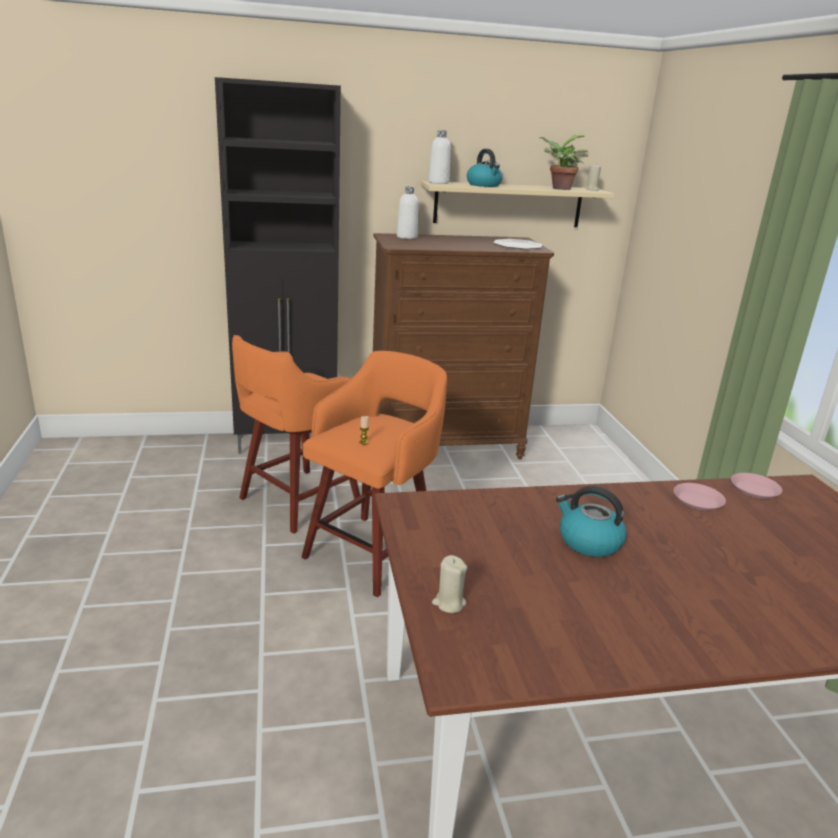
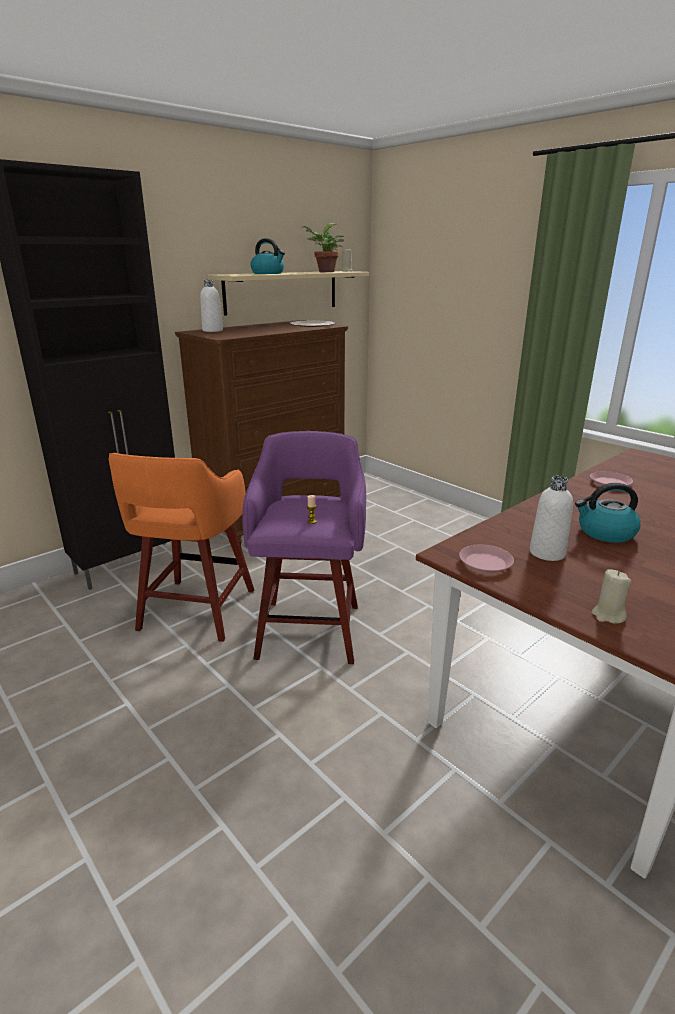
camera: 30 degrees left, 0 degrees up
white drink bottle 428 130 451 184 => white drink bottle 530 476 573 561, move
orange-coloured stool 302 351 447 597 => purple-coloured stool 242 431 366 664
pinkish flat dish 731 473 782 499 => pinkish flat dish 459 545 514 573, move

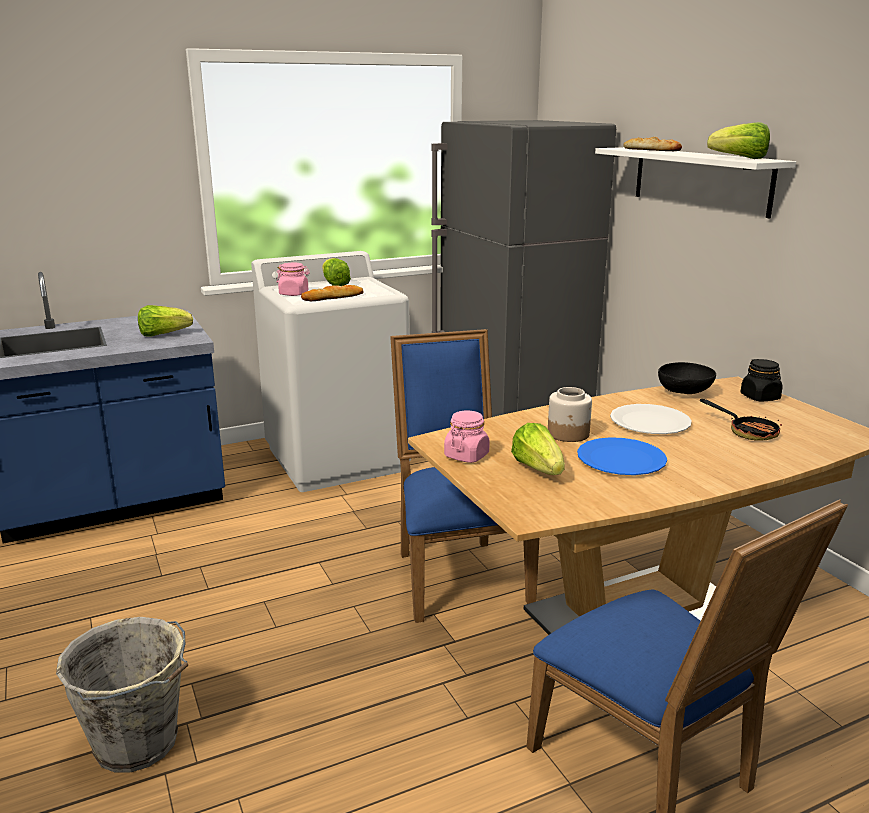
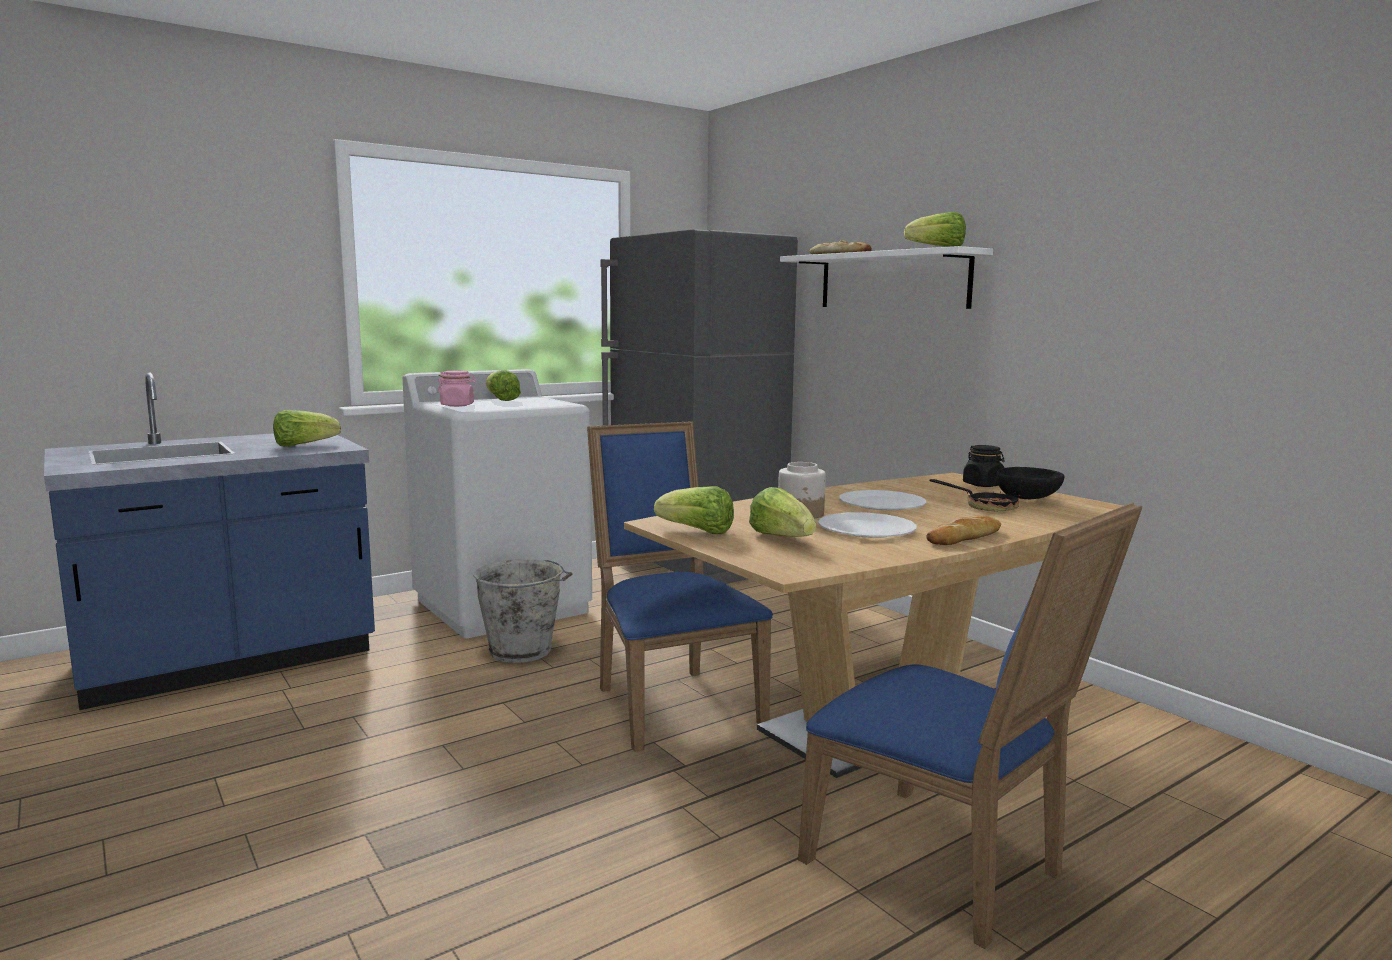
camera: 10 degrees left, 10 degrees down
bread 301 285 364 301 => bread 926 515 1001 545, move
blackish bowl 658 362 716 394 => blackish bowl 997 467 1064 499, move
pinkish jar 444 410 490 463 => head of lettuce 654 486 734 534
blue-coloured flat dish 577 437 667 475 => white flat dish 818 512 916 538
gray bucket 56 617 188 772 => gray bucket 473 559 572 663, move

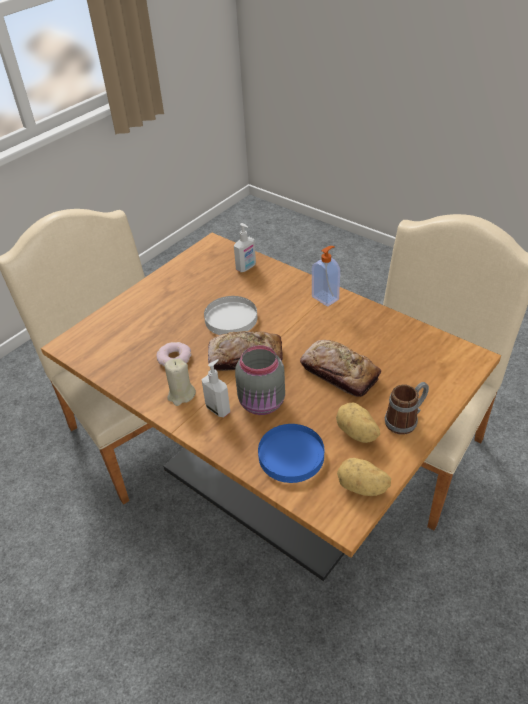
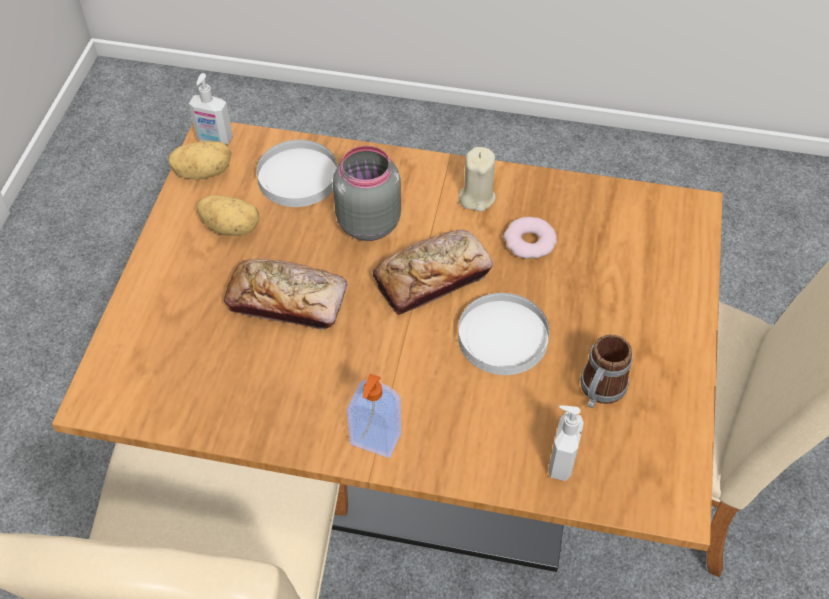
camera: 150 degrees right, 10 degrees up
liquid soap bottle 201 359 230 417 => liquid soap bottle 189 73 233 145, move
mug 385 382 429 435 => mug 580 334 633 408, move
blue-coloured flat dish 258 424 324 483 => white flat dish 256 140 337 207

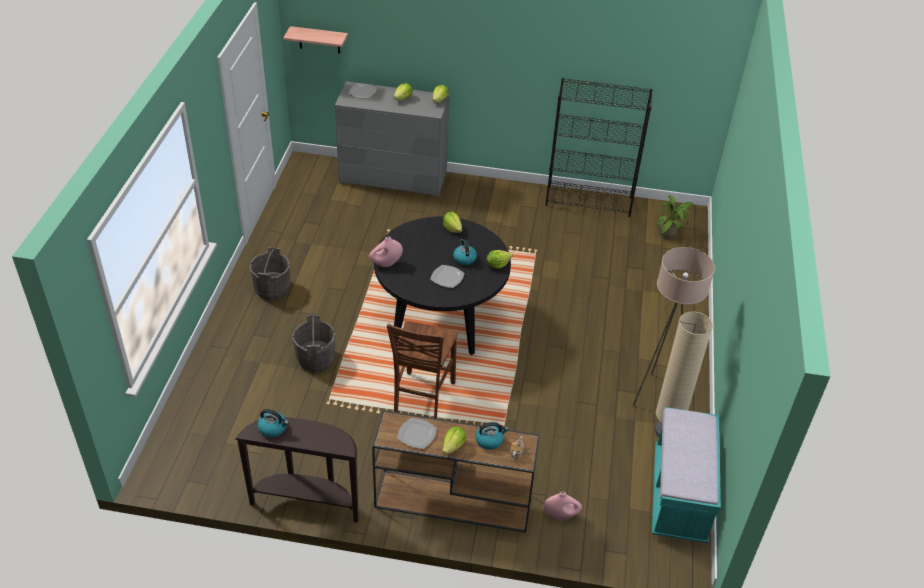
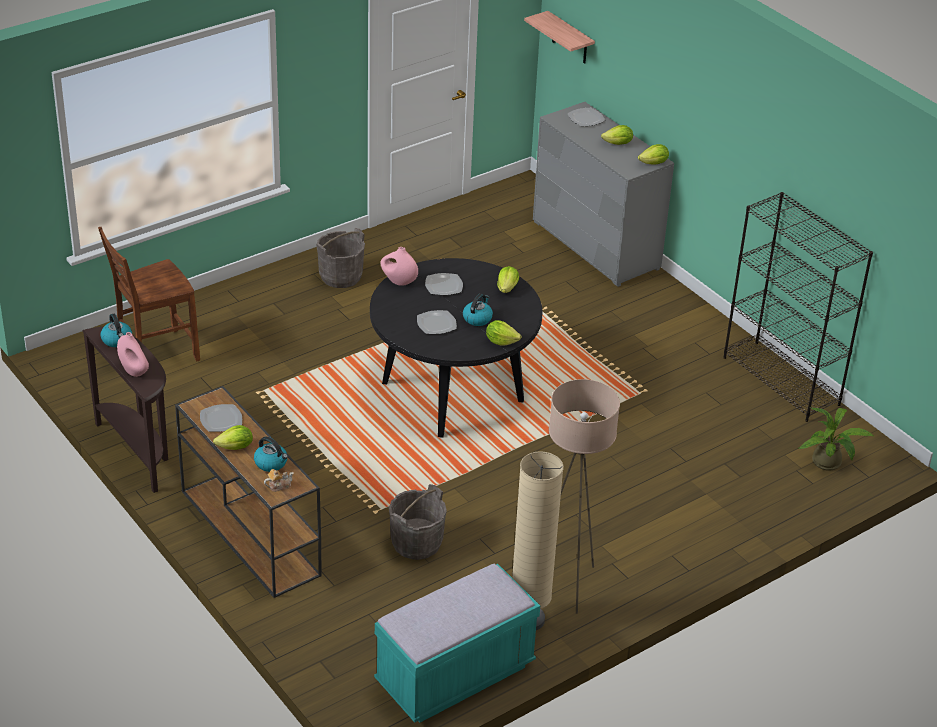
camera: 45 degrees right, 5 degrees down
gray bucket 292 315 336 372 => gray bucket 389 484 447 560, move
brownish upright chair 387 321 458 418 => brownish upright chair 98 227 200 362, move
pinkish vase 544 492 582 521 => pinkish vase 117 332 149 377, move
nothing => flat dish 425 273 463 295

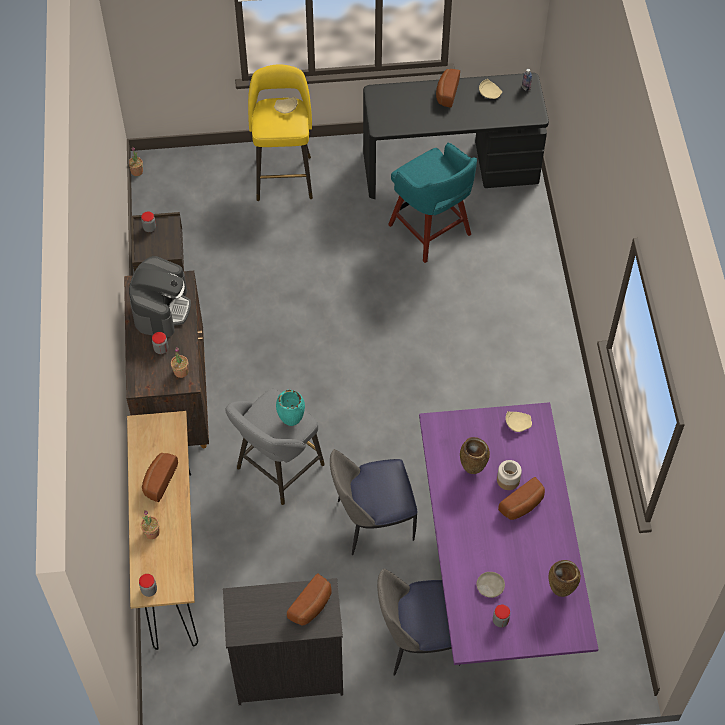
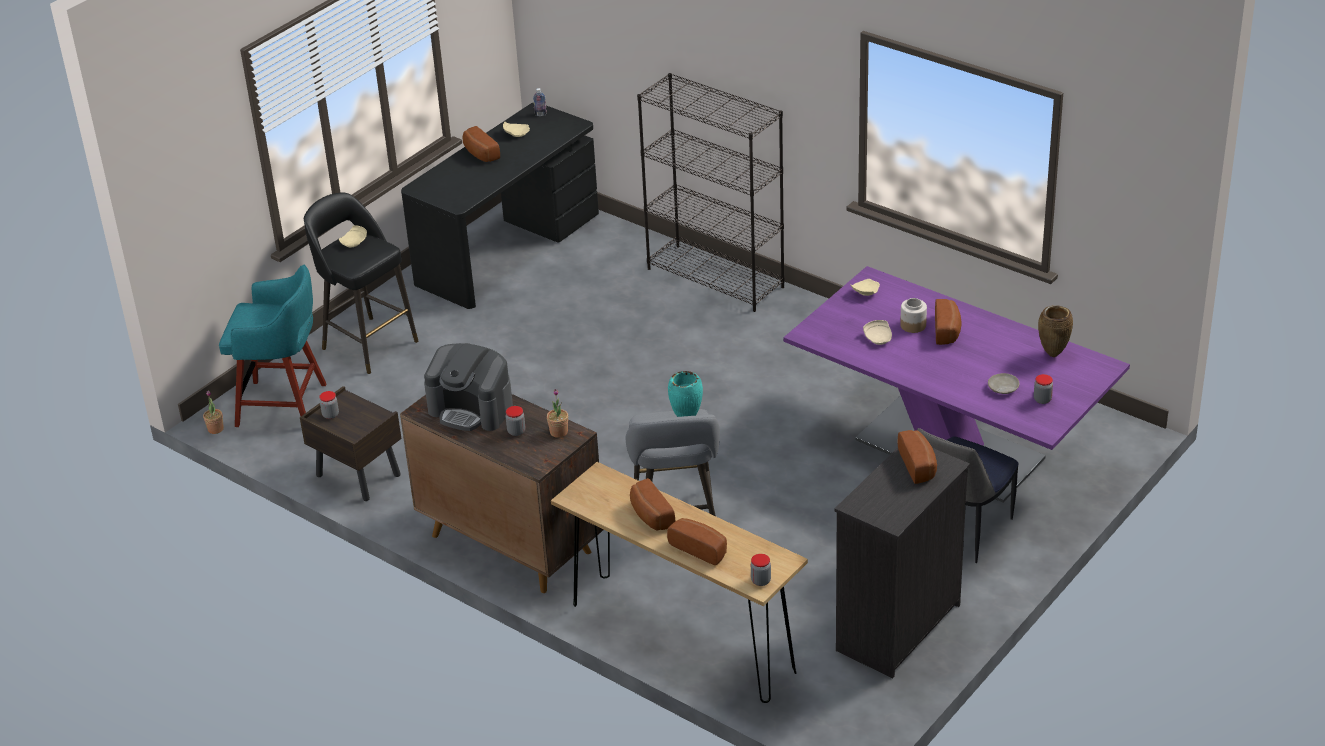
camera: 45 degrees left, 20 degrees down
yellow stool 248 64 313 201 => blackish stool 304 193 418 374
blue-green stool 388 143 477 263 => blue-green stool 219 265 326 427, move
coffee machine 129 256 191 337 => coffee machine 424 343 513 431, 150 degrees clockwise
brownish vase 460 437 490 474 => beige flat dish 863 320 892 345
upright chair 330 449 418 555 => nothing
potted plant 141 510 160 539 => bread 667 518 727 565
nothing => blackish shelving unit 637 73 785 312

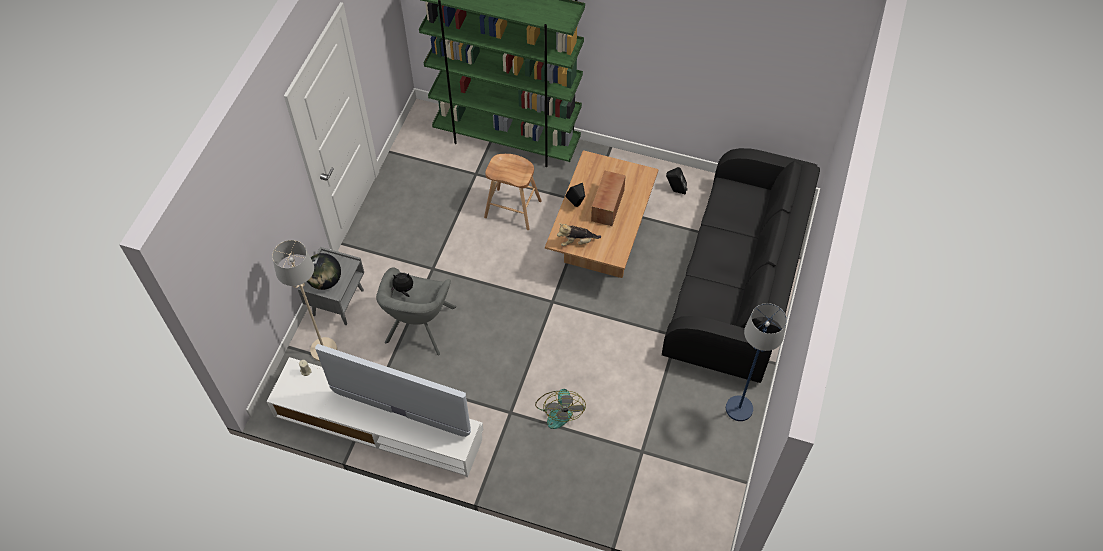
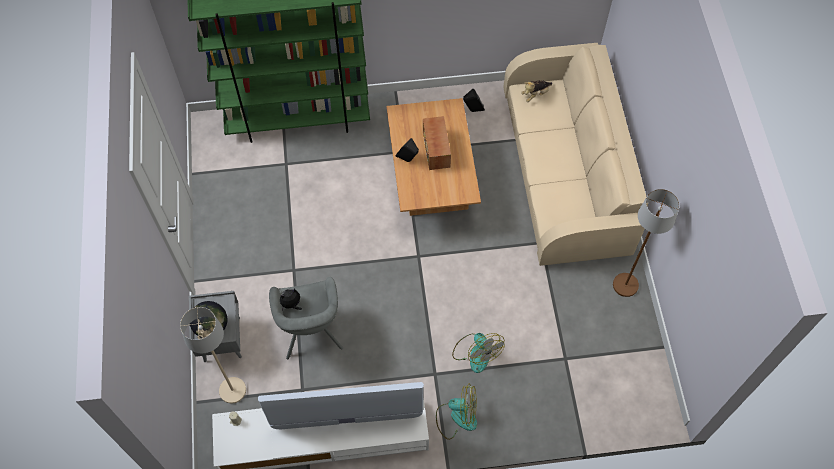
camera: 25 degrees left, 5 degrees up
blackish sofa 662 148 820 383 => beige sofa 503 43 648 266
brownish stool 484 154 542 230 => nothing
soft toy 557 223 601 246 => soft toy 521 80 552 102, move
blue-coloured standard lamp 726 303 787 421 => brownish standard lamp 613 189 680 297
nothing => electric fan 436 385 477 440

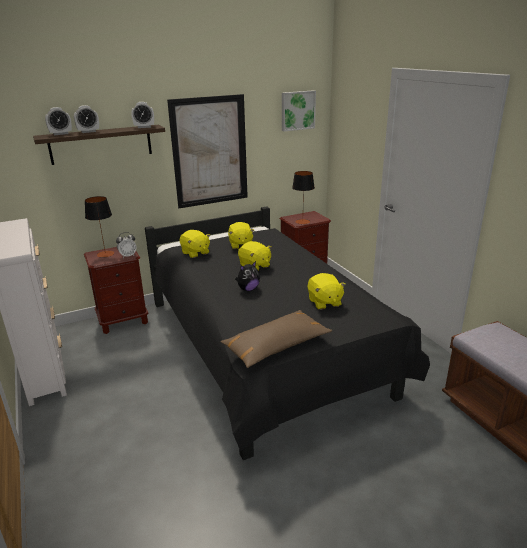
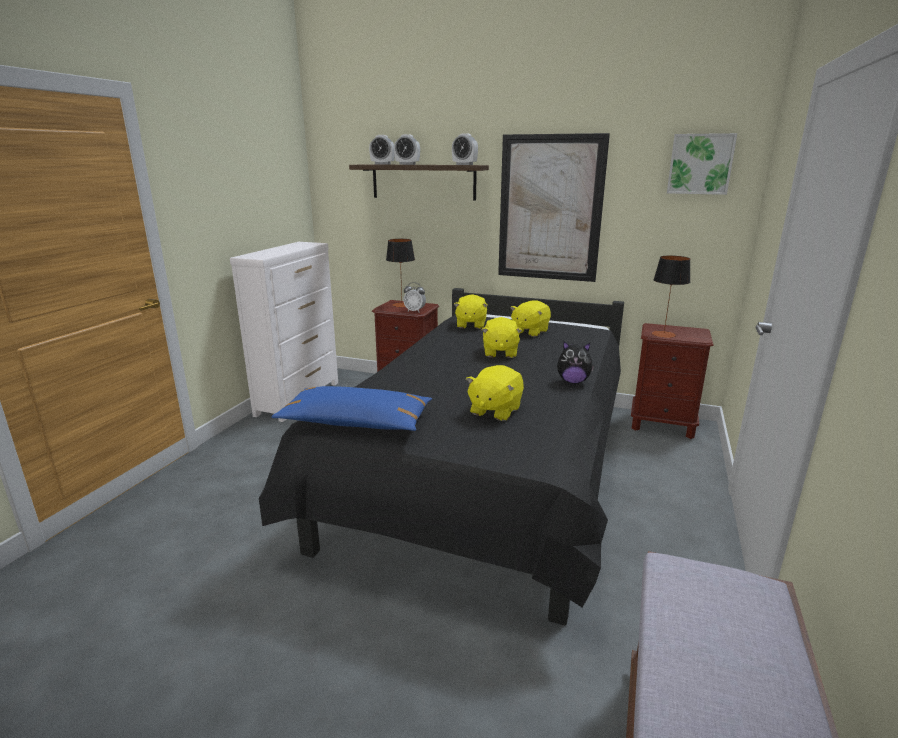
camera: 45 degrees right, 5 degrees down
soft toy 235 261 260 291 => soft toy 557 342 594 384, move
brownish throw pillow 221 310 332 368 => blue-coloured throw pillow 272 386 432 431

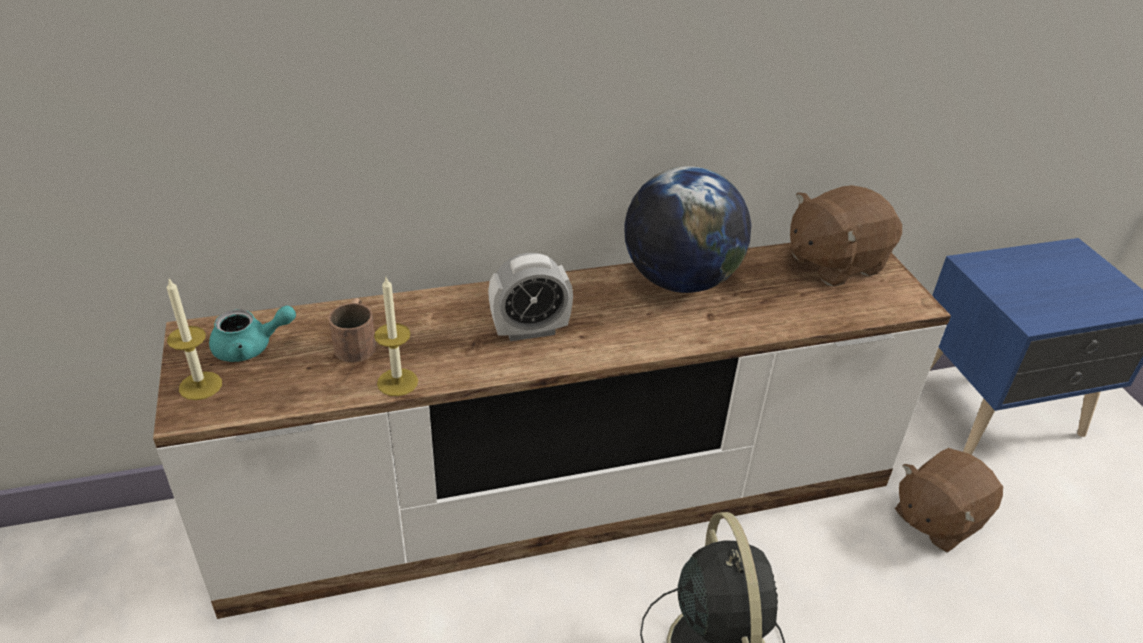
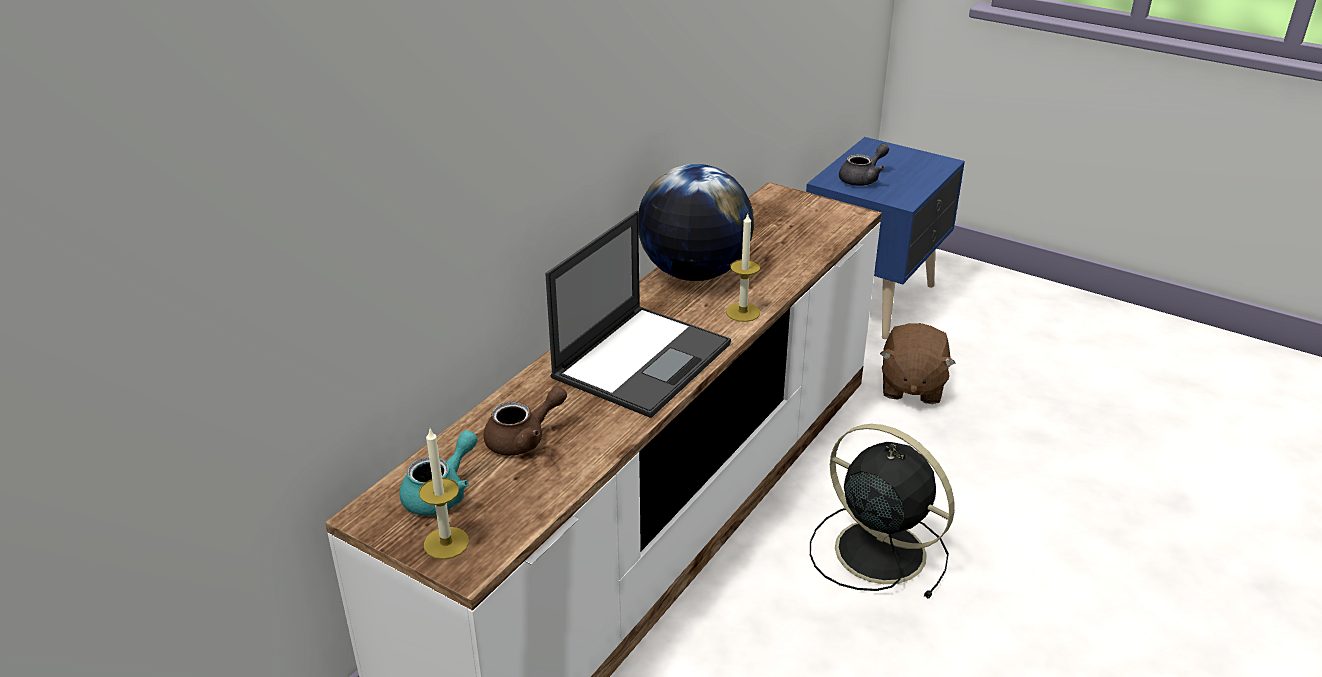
camera: 40 degrees left, 5 degrees down
brownish soft toy 790 185 902 287 => nothing
bedside clock 488 253 573 341 => laptop 545 211 731 418
wax light 374 277 418 396 => wax light 726 214 760 322, move
brownish mug 328 298 376 362 => brownish teapot 483 386 567 456
nothing => gray teapot 839 144 889 186

